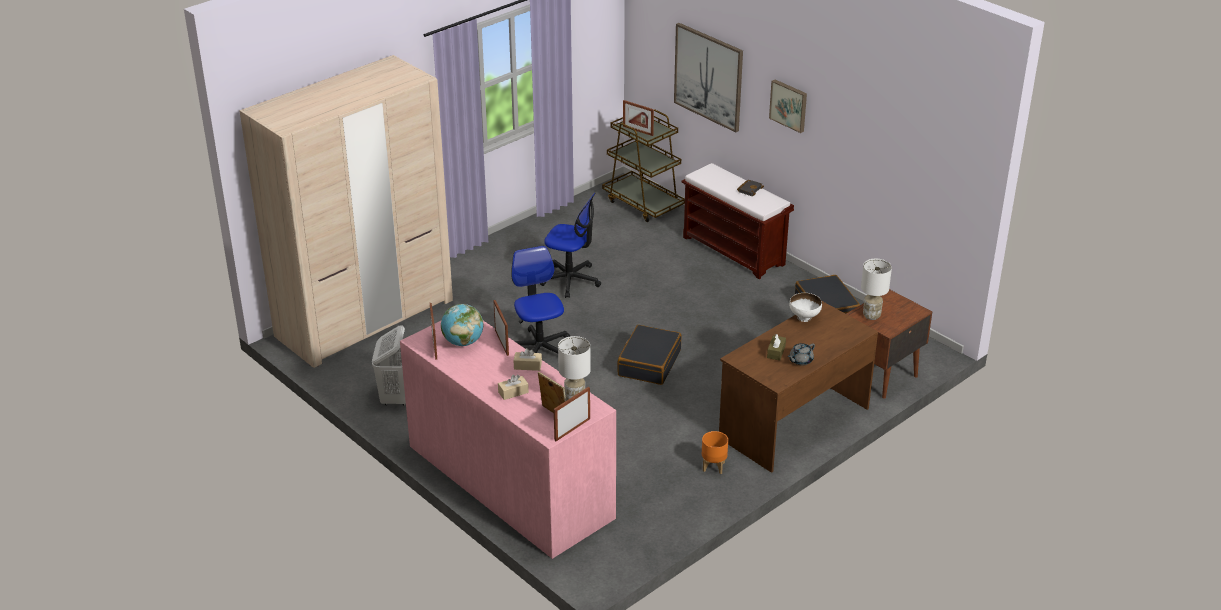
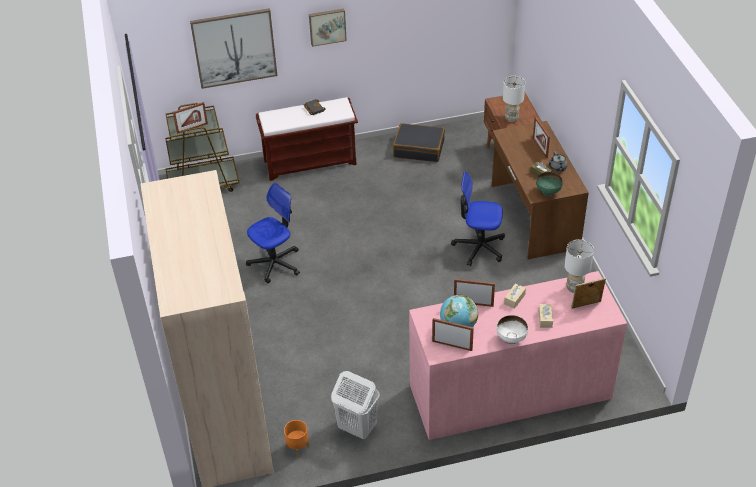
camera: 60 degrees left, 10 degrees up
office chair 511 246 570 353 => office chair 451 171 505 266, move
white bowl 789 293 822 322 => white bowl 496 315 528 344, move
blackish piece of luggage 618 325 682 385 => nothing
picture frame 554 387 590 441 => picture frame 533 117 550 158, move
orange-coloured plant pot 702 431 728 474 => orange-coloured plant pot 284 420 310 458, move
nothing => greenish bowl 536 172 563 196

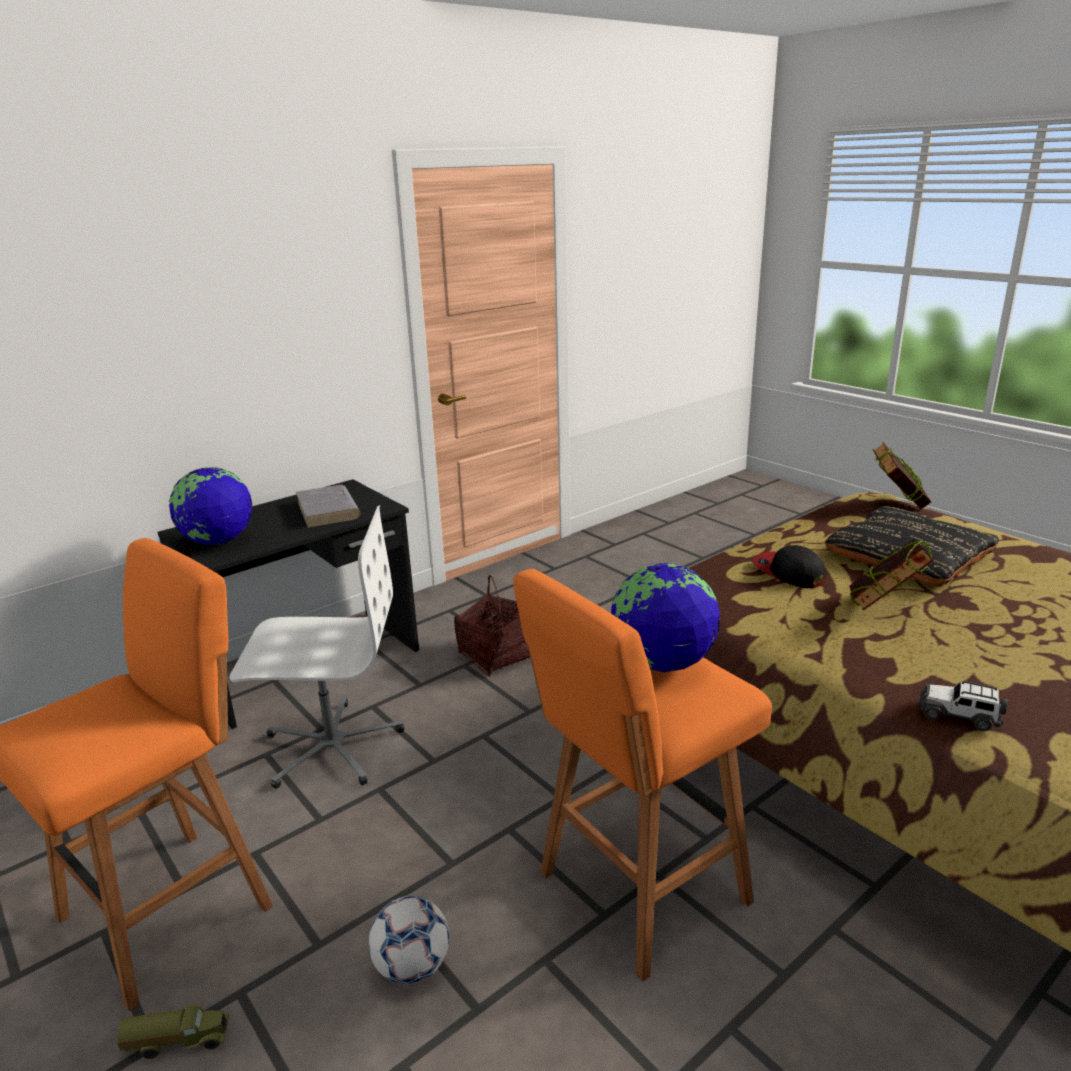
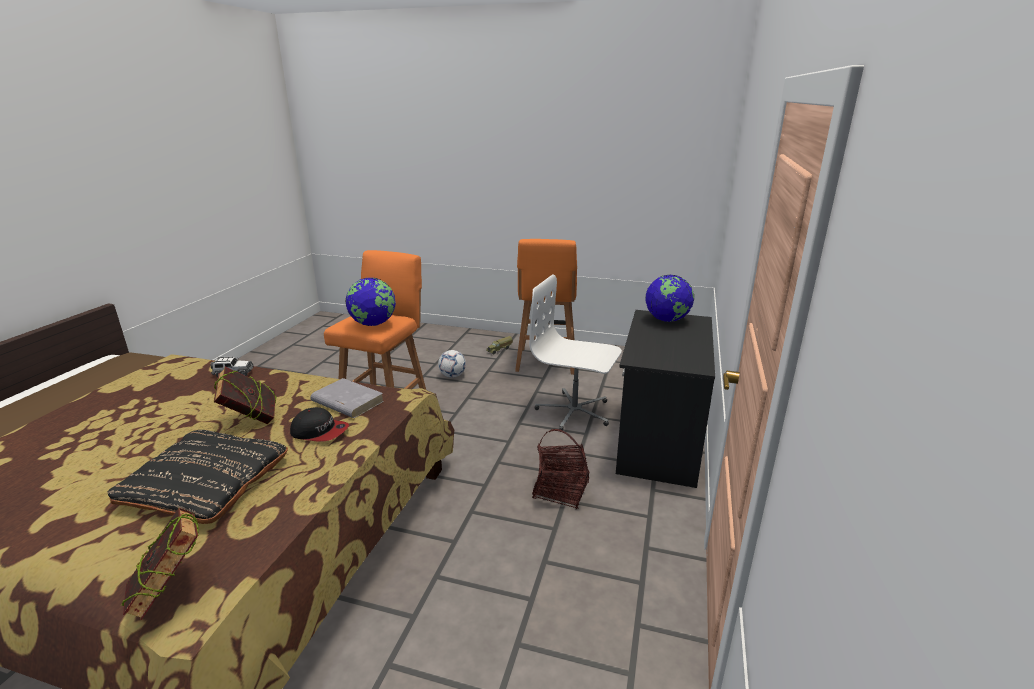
camera: 145 degrees right, 0 degrees up
gray volume 296 485 360 528 => gray volume 310 378 384 418, move
white office chair 230 506 405 789 => white office chair 529 274 622 430, 60 degrees clockwise

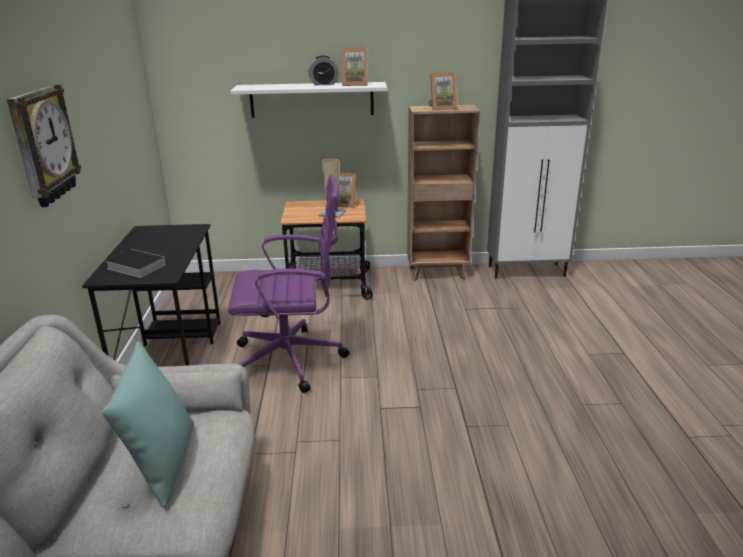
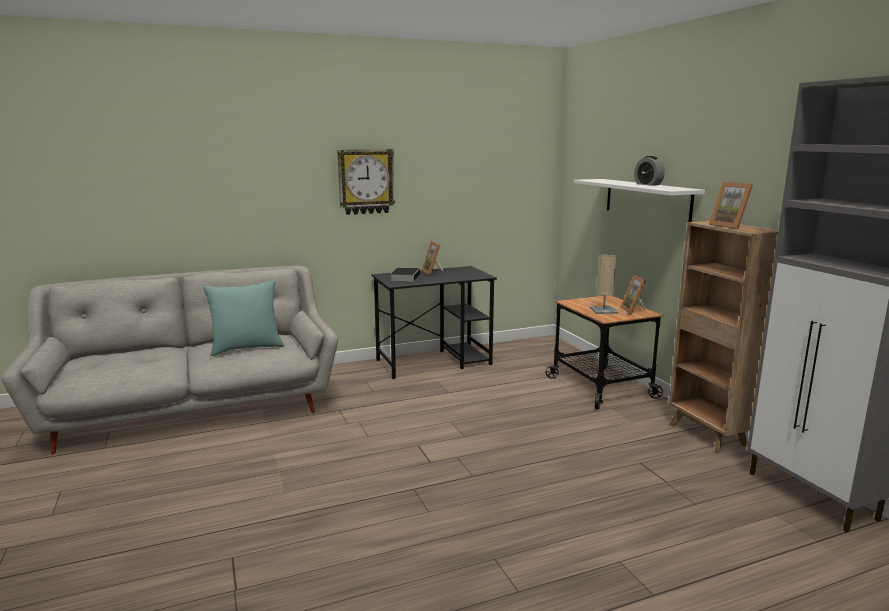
camera: 70 degrees right, 10 degrees down
picture frame 341 48 368 86 => picture frame 422 241 443 275, move
purple-coloured office chair 228 174 350 393 => nothing

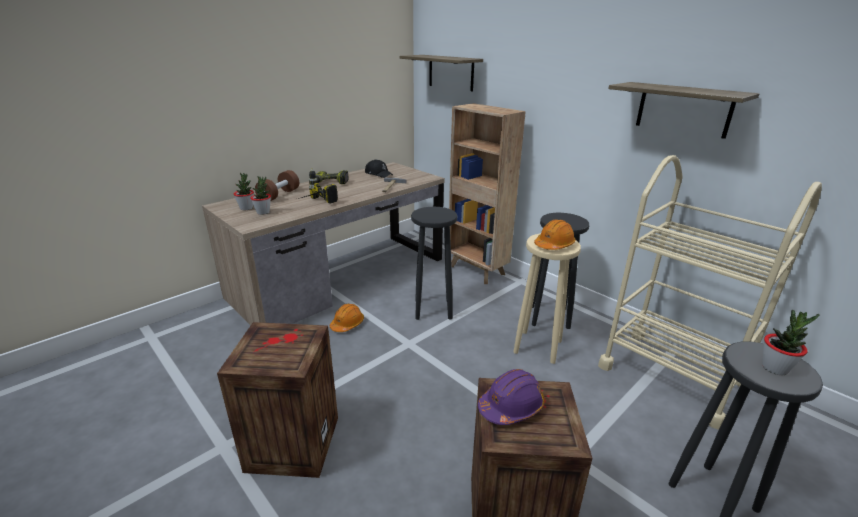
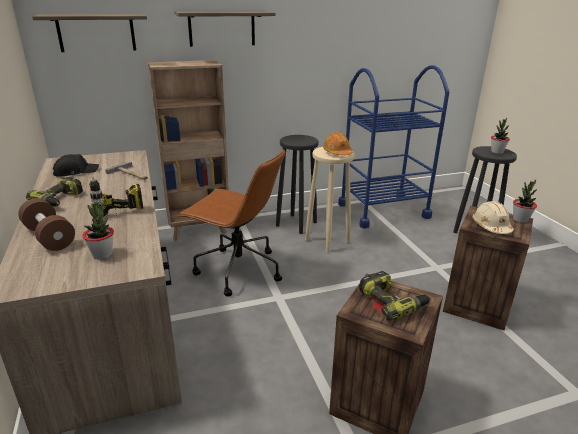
camera: 65 degrees left, 0 degrees up
wall shelf 608 82 759 139 => wall shelf 174 11 275 47, move
beige trolley 598 155 822 430 => blue-coloured trolley 338 65 449 228
potted plant 233 173 254 210 => potted plant 513 180 537 223, move
blackish stool 411 207 457 320 => brownish office chair 178 149 285 297
orange-coloured hard hat 330 304 364 332 => nothing
purple-coloured hard hat 478 369 545 425 => beige hard hat 472 201 514 234
nothing => electric drill 359 271 430 320

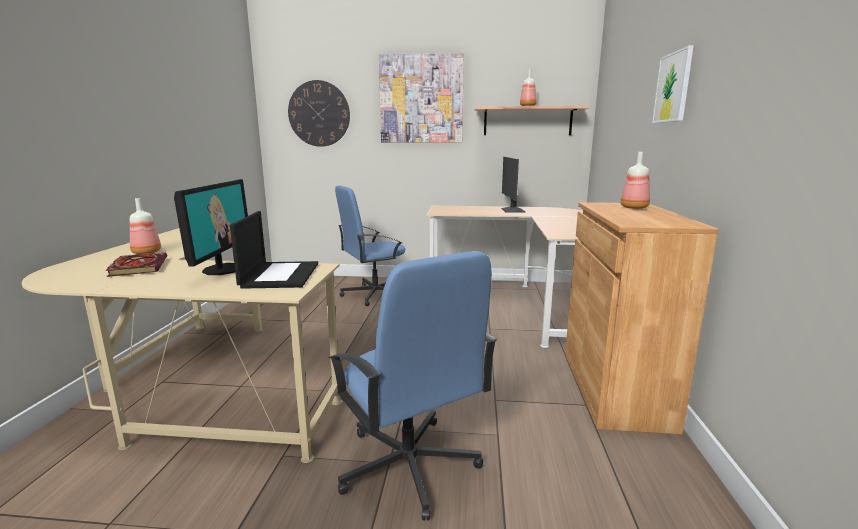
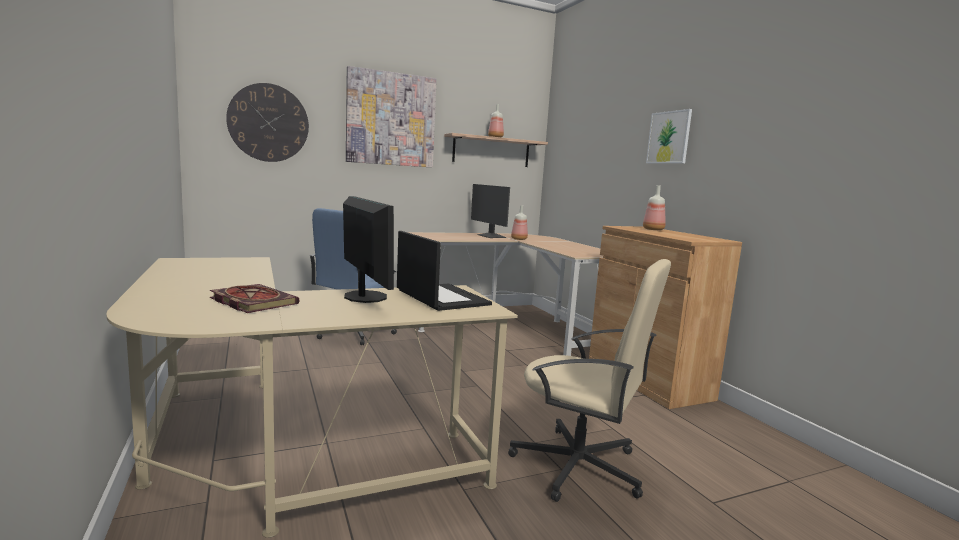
camera: 30 degrees left, 5 degrees down
drink bottle 130 198 161 254 => drink bottle 511 205 528 240, move
blue-coloured office chair 329 251 497 521 => beige office chair 508 259 671 502

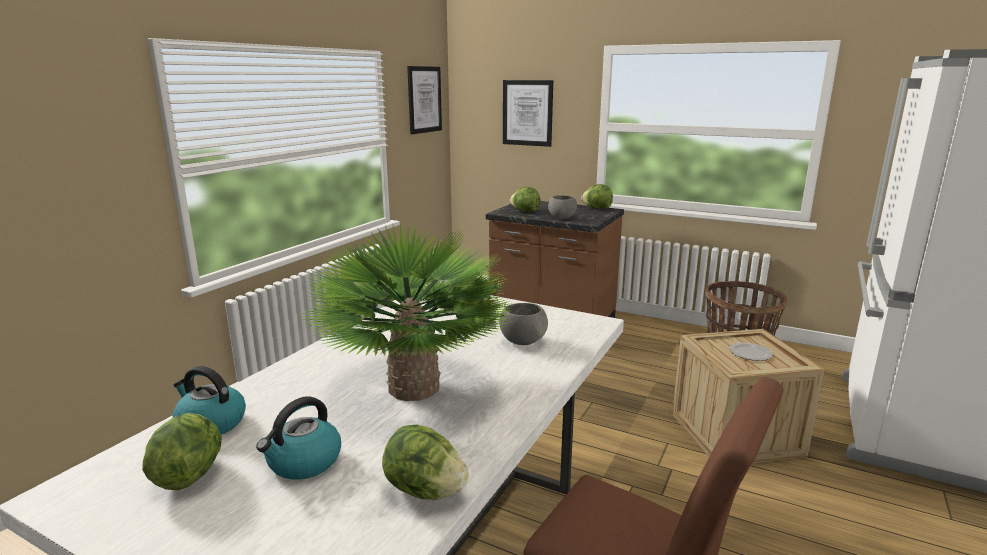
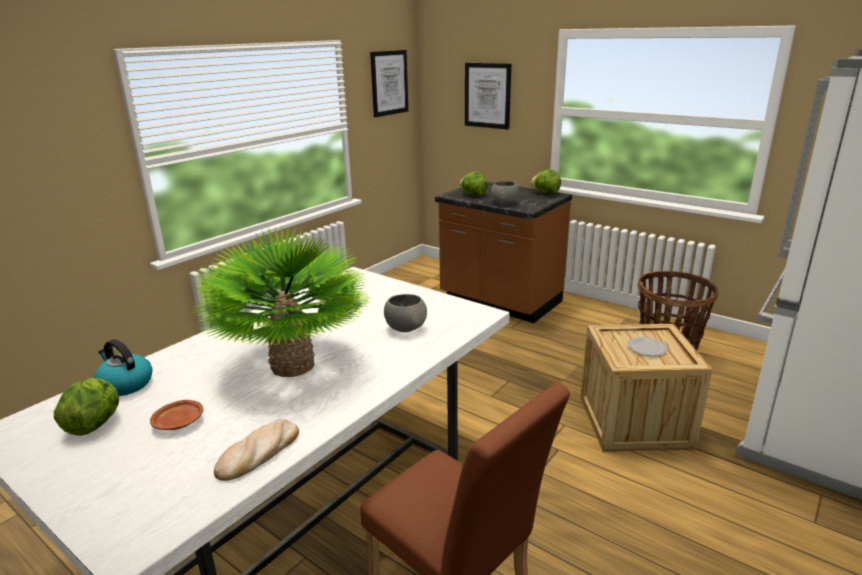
camera: 10 degrees right, 5 degrees up
water kettle 256 396 341 480 => brownish flat dish 150 400 203 430
head of lettuce 382 425 469 500 => bread 214 419 299 481

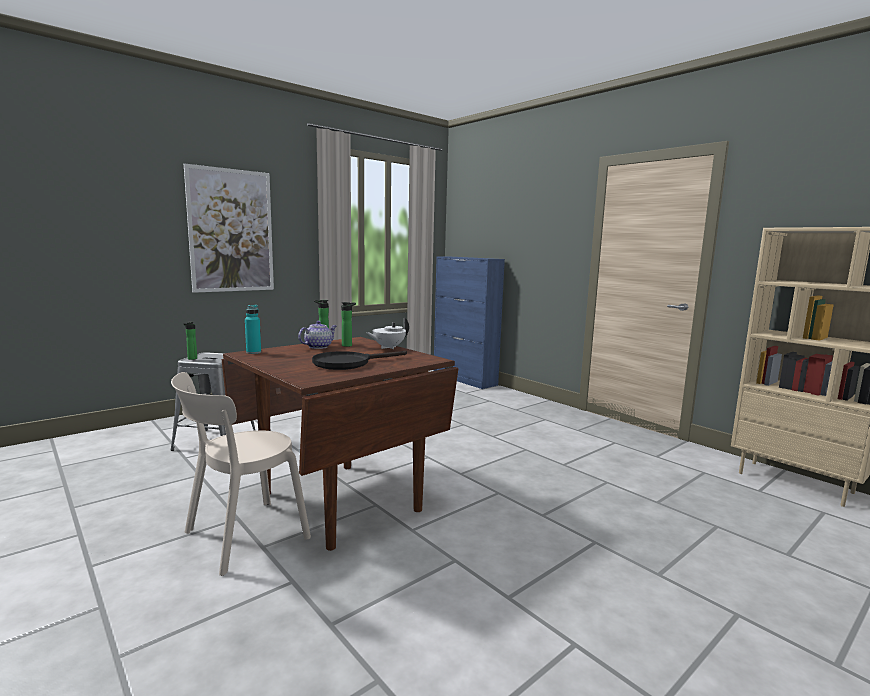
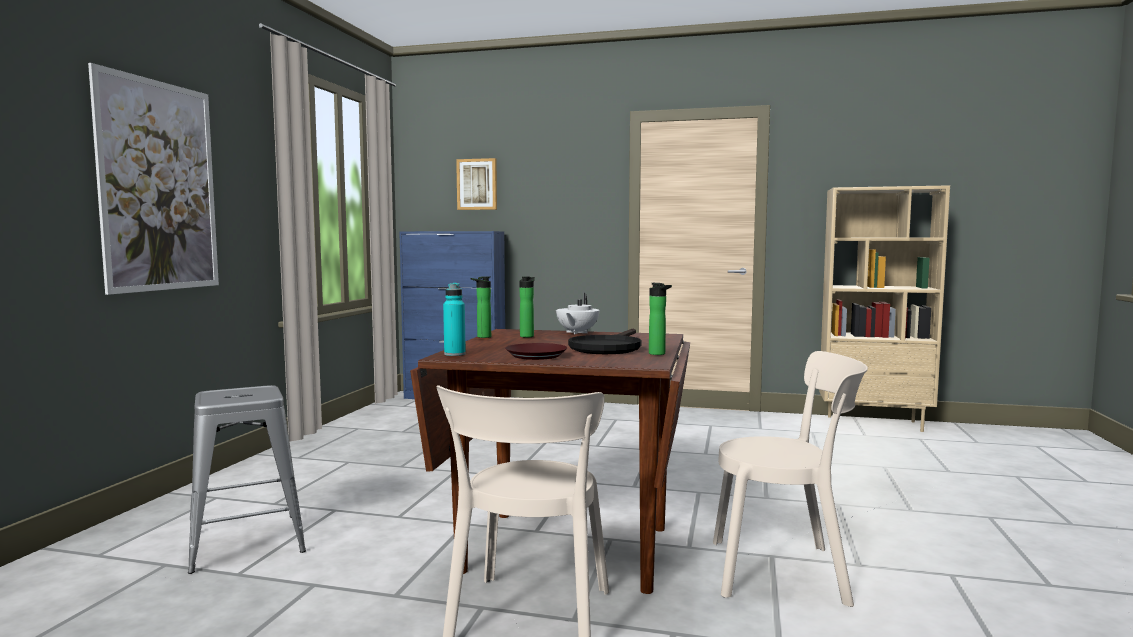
camera: 35 degrees left, 5 degrees down
drink bottle 184 321 197 360 => drink bottle 649 283 672 355, move
teapot 298 321 336 349 => nothing
nothing => wall art 456 158 497 210
nothing => brownish flat dish 505 343 568 360
nothing => beige upright chair 713 351 868 607

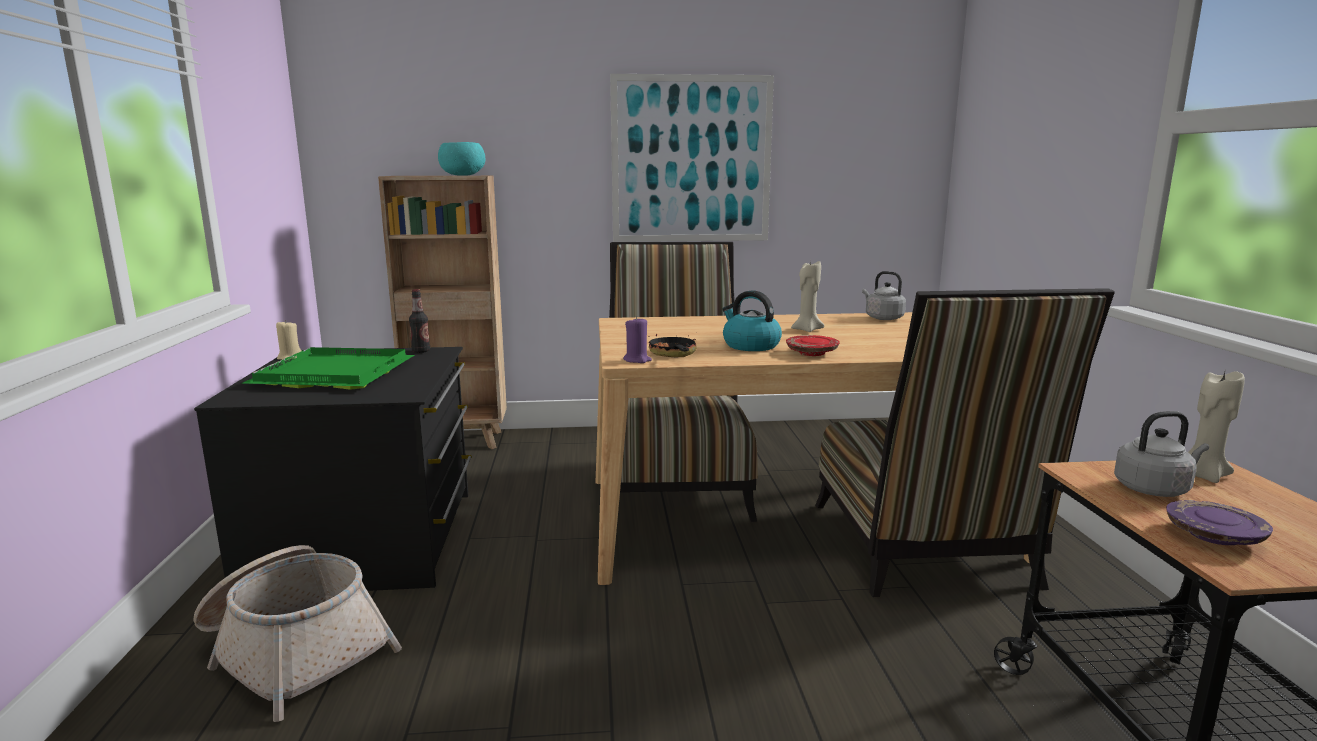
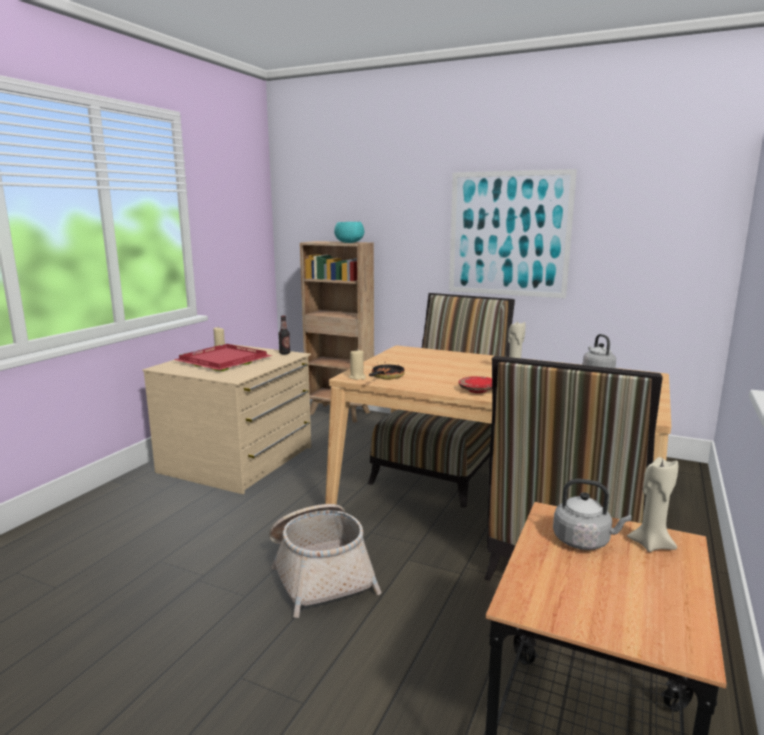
camera: 30 degrees right, 0 degrees up
water kettle 722 290 782 351 => nothing
purple-coloured wax light 623 316 652 363 => beige wax light 349 350 366 380
blackish chest of drawers 194 347 472 591 => beige chest of drawers 142 344 311 494
greenish carrying tray 243 347 414 390 => reddish carrying tray 174 344 273 371
purple-coloured flat dish 1166 500 1273 545 => nothing
household basket 193 545 402 722 => household basket 269 504 382 618, move

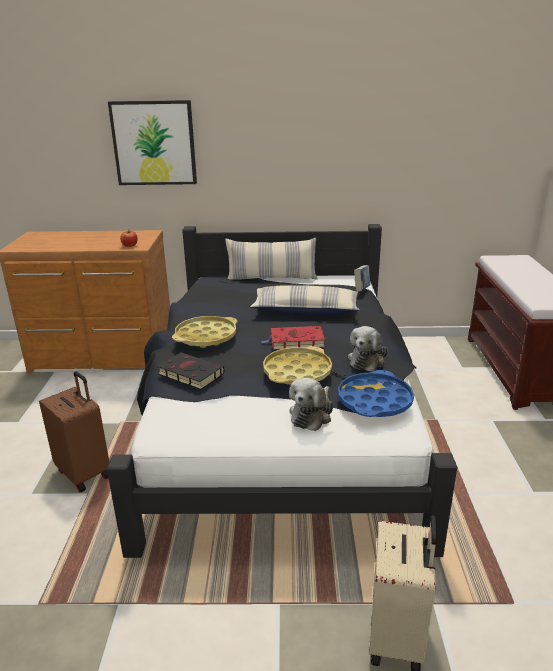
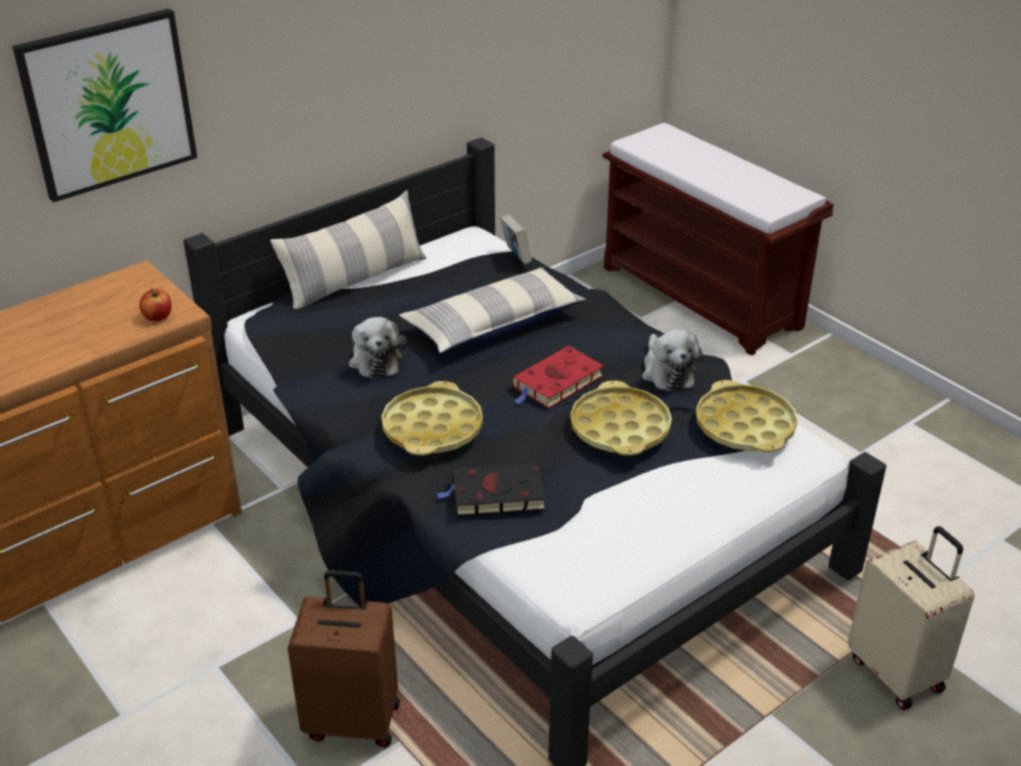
camera: 40 degrees left, 10 degrees up
blue-coloured carrying tray 338 370 414 417 => yellow carrying tray 696 380 798 452
soft toy 289 378 334 431 => soft toy 349 317 407 379, move

